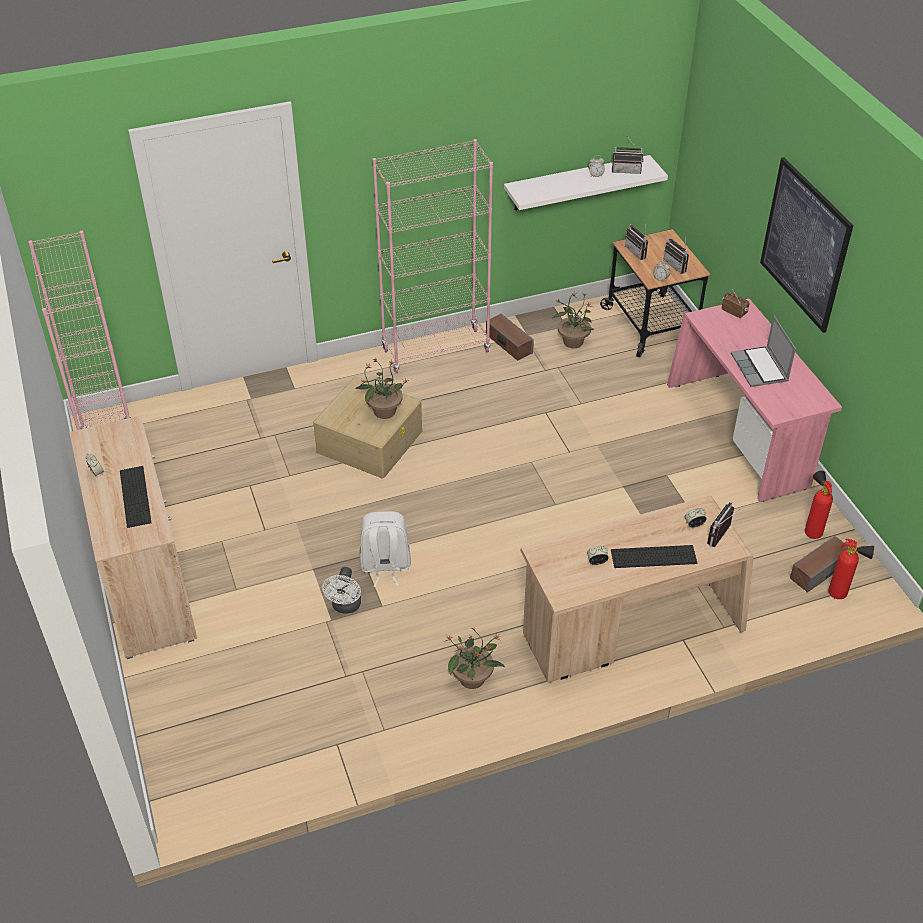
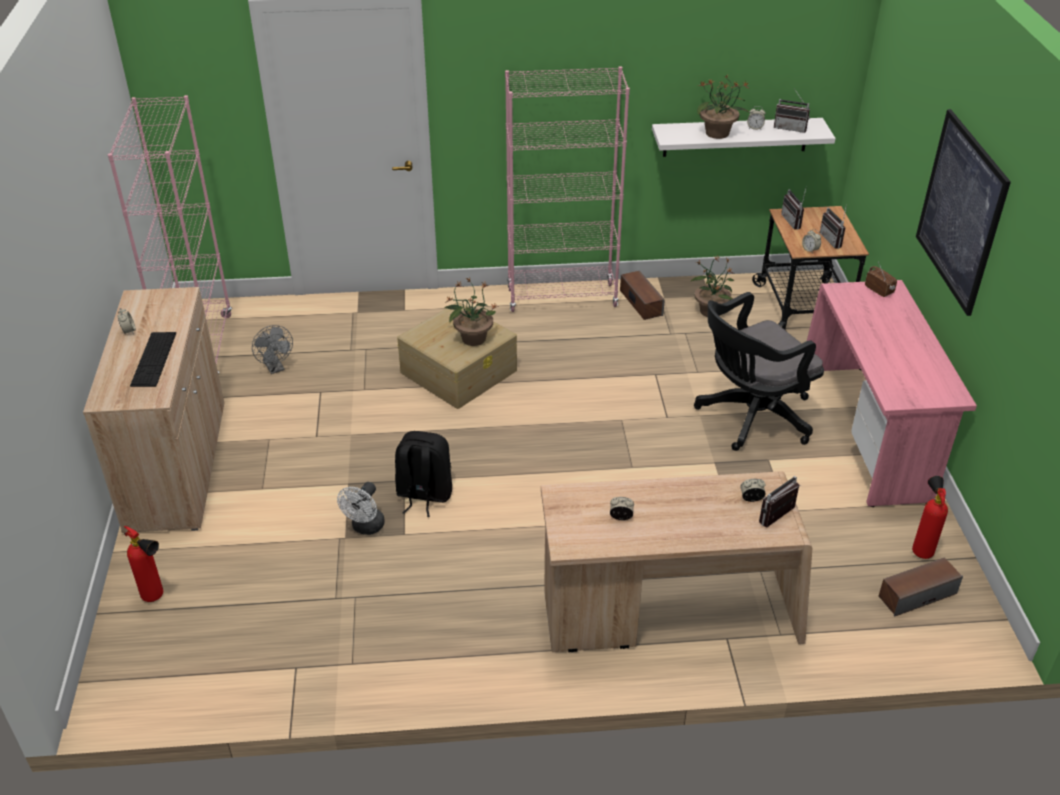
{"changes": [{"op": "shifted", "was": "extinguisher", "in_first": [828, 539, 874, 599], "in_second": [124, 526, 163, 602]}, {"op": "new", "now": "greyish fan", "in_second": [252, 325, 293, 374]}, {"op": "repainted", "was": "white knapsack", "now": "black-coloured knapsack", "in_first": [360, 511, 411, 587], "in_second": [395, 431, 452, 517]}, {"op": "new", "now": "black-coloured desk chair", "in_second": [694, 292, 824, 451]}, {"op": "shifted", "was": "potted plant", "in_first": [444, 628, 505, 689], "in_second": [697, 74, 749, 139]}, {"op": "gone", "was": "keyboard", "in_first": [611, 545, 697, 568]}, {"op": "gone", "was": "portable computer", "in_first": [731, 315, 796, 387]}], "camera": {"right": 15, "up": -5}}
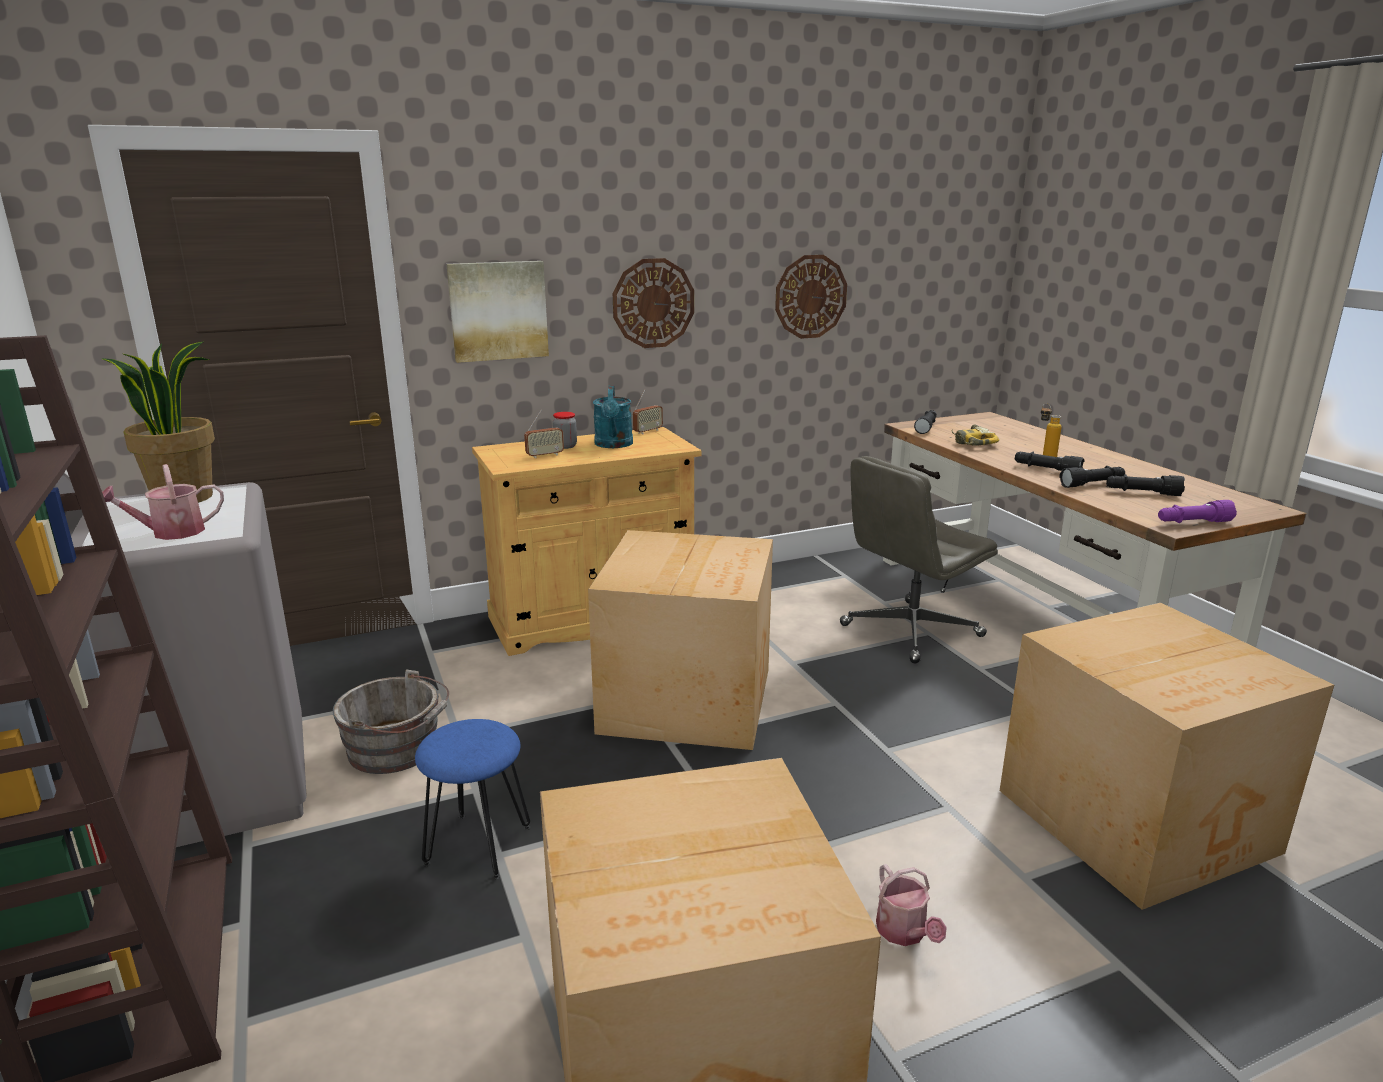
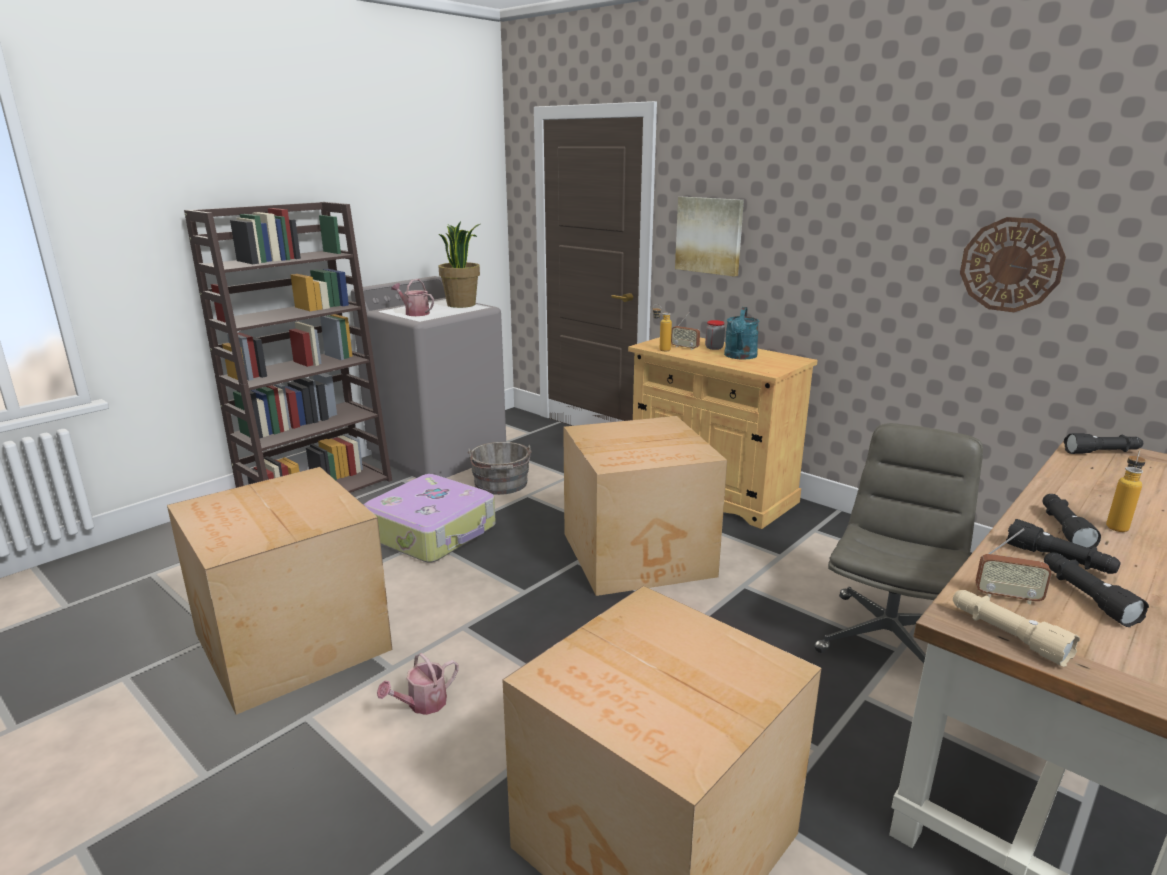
{"changes": [{"op": "swapped", "was": "bluish stool seat", "now": "travel case", "in_first": [415, 719, 530, 879], "in_second": [363, 474, 496, 563]}, {"op": "new", "now": "bottle", "in_second": [653, 304, 672, 351]}, {"op": "rotated", "was": "blue-green sprinkling can", "in_first": [593, 385, 633, 448], "in_second": [724, 307, 759, 360], "clockwise": -45}, {"op": "rotated", "was": "greyish desk chair", "in_first": [840, 456, 998, 663], "in_second": [815, 423, 983, 663], "clockwise": 90}, {"op": "repainted", "was": "purple-coloured hand torch", "now": "sand-coloured hand torch", "in_first": [1158, 500, 1237, 523], "in_second": [953, 590, 1080, 667]}, {"op": "shifted", "was": "radio set", "in_first": [633, 389, 663, 434], "in_second": [975, 529, 1052, 605]}, {"op": "gone", "was": "wall clock", "in_first": [613, 258, 694, 348]}, {"op": "gone", "was": "power drill", "in_first": [952, 425, 999, 446]}], "camera": {"right": 65, "up": 0}}
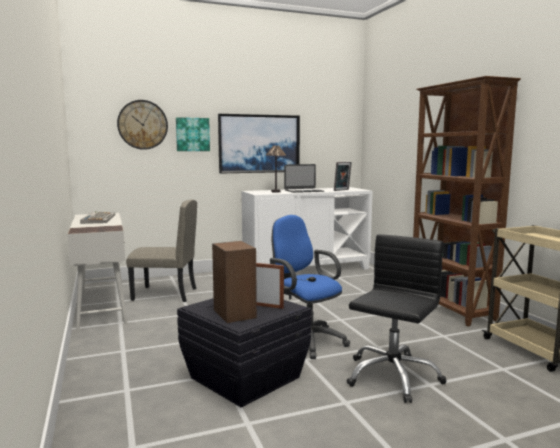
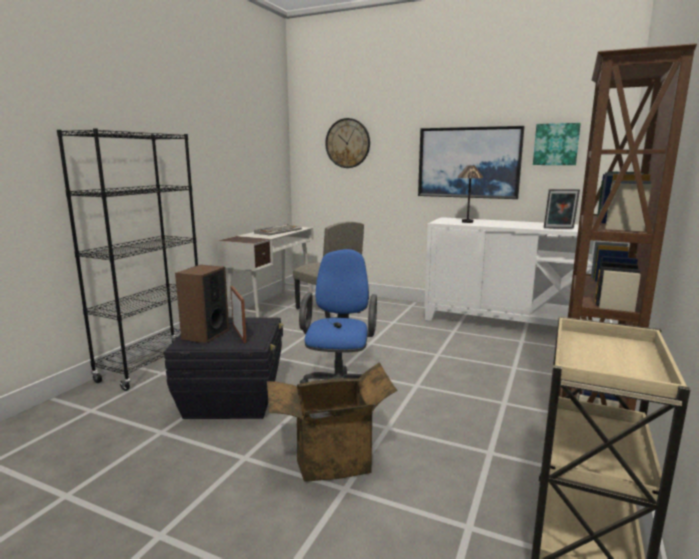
{"changes": [{"op": "new", "now": "black-coloured bookshelf", "in_second": [57, 128, 198, 391]}, {"op": "swapped", "was": "black-coloured desk chair", "now": "carton", "in_first": [347, 234, 446, 403], "in_second": [267, 362, 397, 482]}, {"op": "shifted", "was": "wall picture", "in_first": [176, 117, 210, 151], "in_second": [533, 123, 581, 165]}, {"op": "gone", "was": "portable computer", "in_first": [284, 164, 324, 193]}], "camera": {"right": 45, "up": 5}}
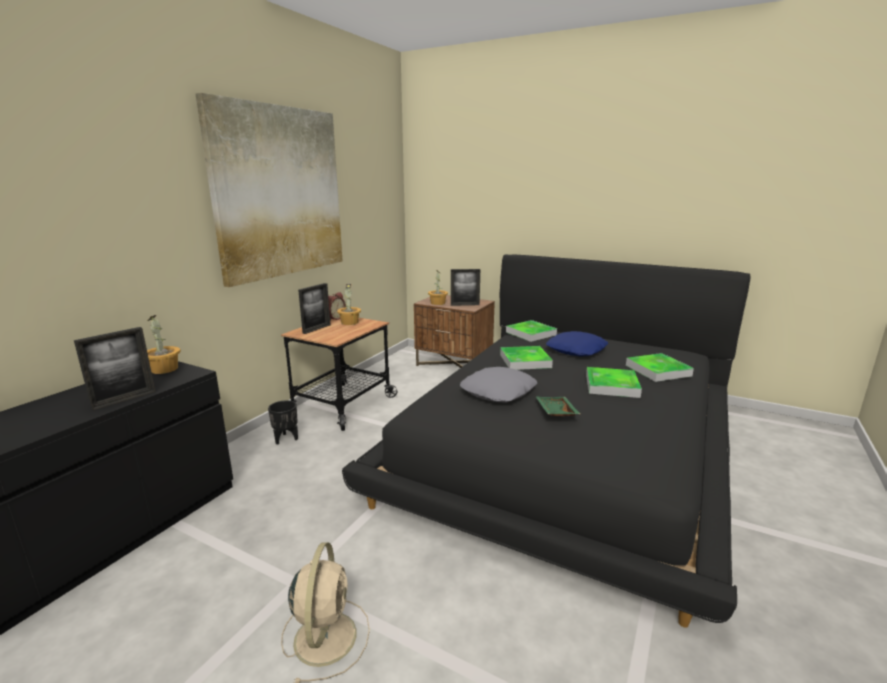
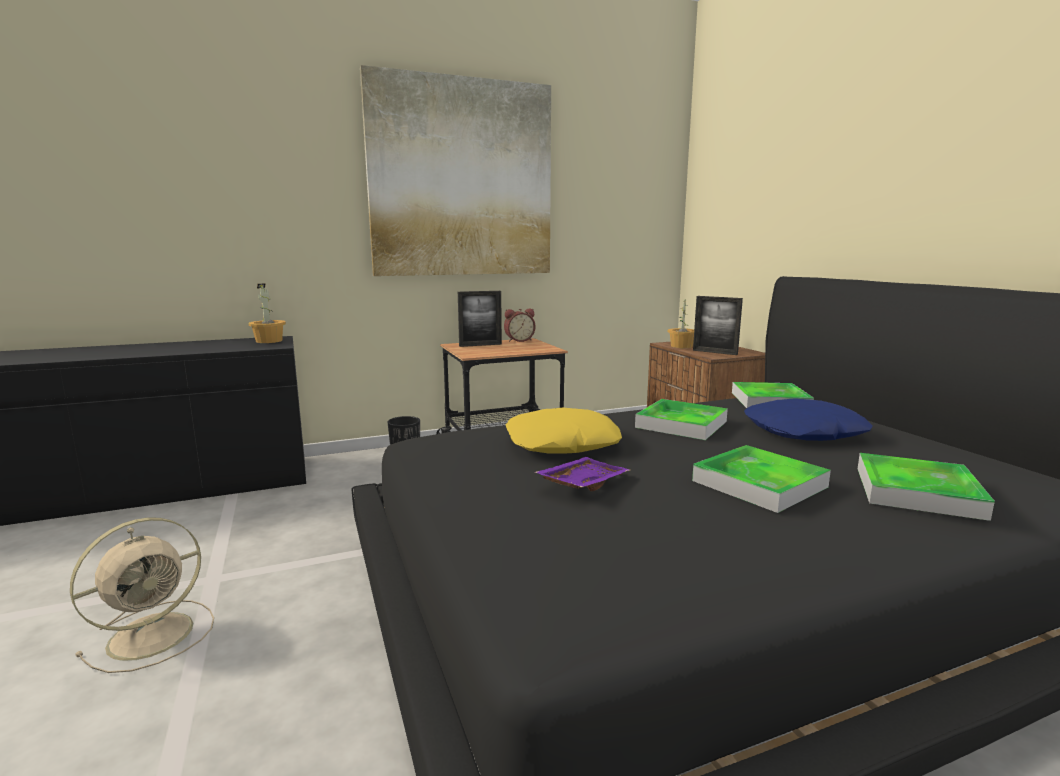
{"changes": [{"op": "repainted", "was": "greyish throw pillow", "now": "yellow throw pillow", "in_first": [460, 367, 537, 403], "in_second": [506, 407, 622, 454]}, {"op": "repainted", "was": "green-coloured tray", "now": "purple-coloured tray", "in_first": [536, 396, 580, 416], "in_second": [534, 457, 630, 491]}, {"op": "gone", "was": "standing frame", "in_first": [74, 327, 155, 410]}, {"op": "gone", "was": "potted plant", "in_first": [337, 284, 361, 325]}], "camera": {"right": 40, "up": -5}}
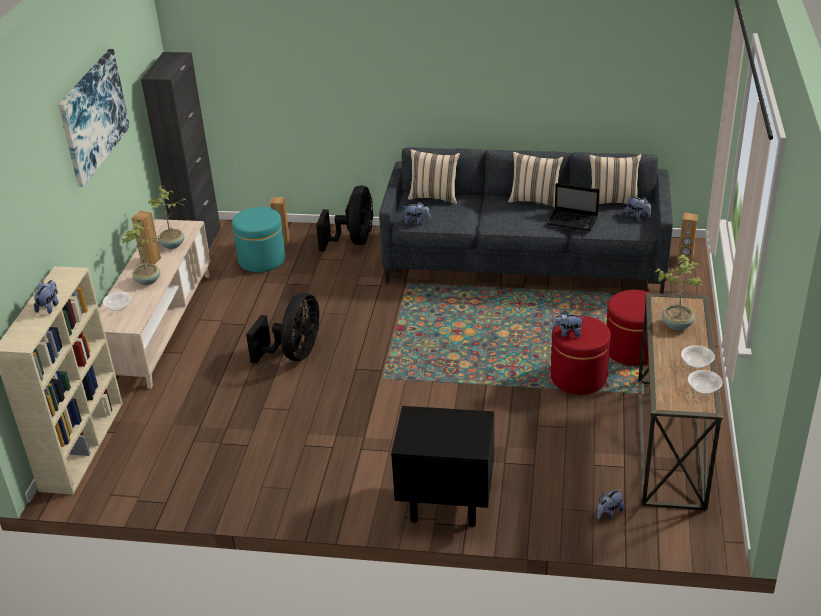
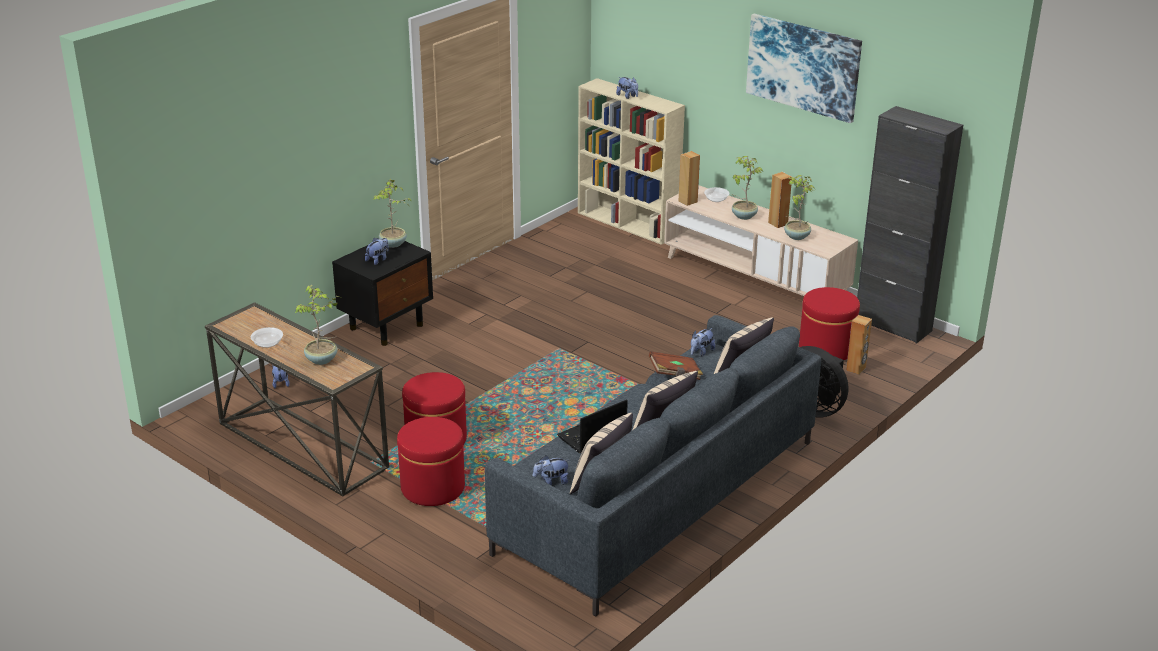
{"changes": [{"op": "shifted", "was": "cuddly toy", "in_first": [552, 311, 583, 337], "in_second": [365, 238, 389, 265]}, {"op": "new", "now": "potted plant", "in_second": [373, 179, 412, 248]}, {"op": "new", "now": "brown bound book", "in_second": [649, 351, 703, 380]}, {"op": "shifted", "was": "brown loudspeaker", "in_first": [678, 213, 698, 263], "in_second": [678, 151, 700, 206]}, {"op": "repainted", "was": "blue-green ottoman", "now": "red ottoman", "in_first": [232, 207, 286, 272], "in_second": [799, 287, 860, 360]}, {"op": "gone", "was": "black-coloured fan", "in_first": [246, 293, 319, 364]}, {"op": "gone", "was": "deep dish", "in_first": [688, 370, 723, 394]}], "camera": {"right": 120, "up": -5}}
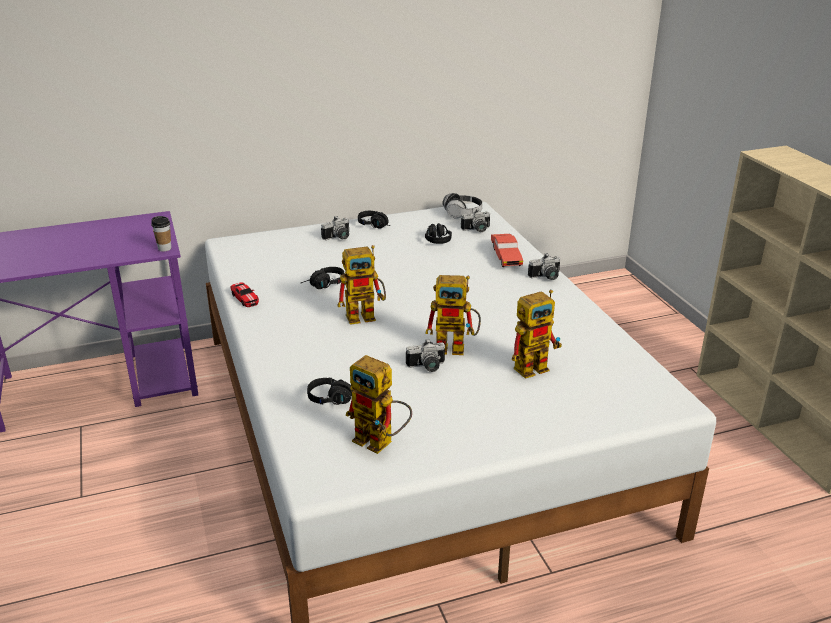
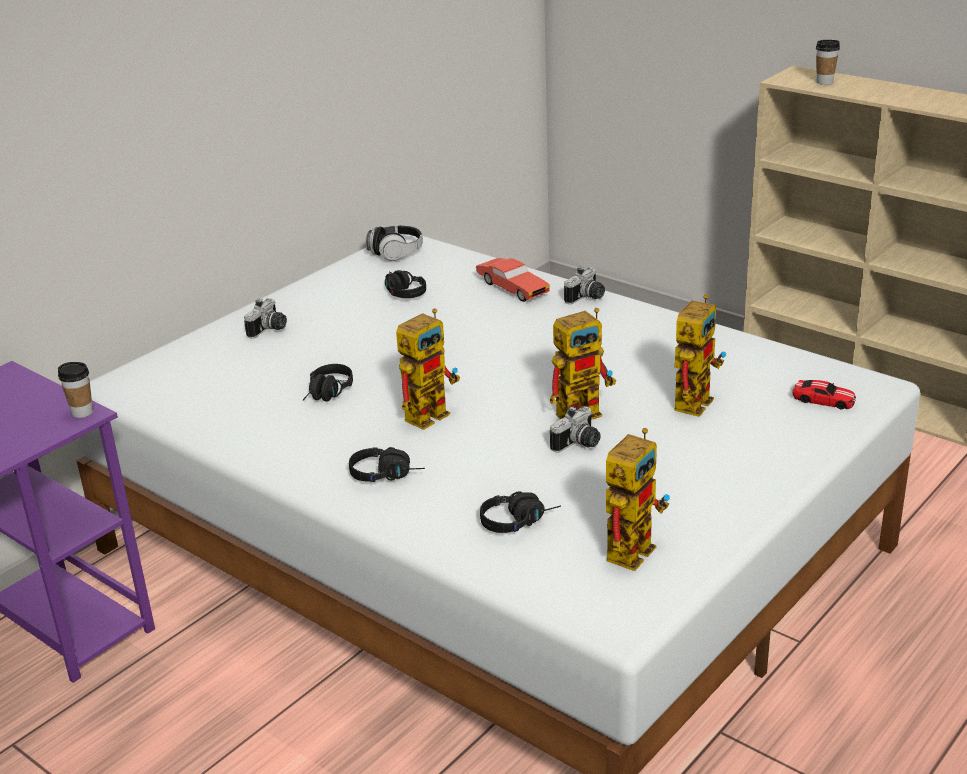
{"changes": [{"op": "shifted", "was": "black-coloured pair of headphones", "in_first": [358, 211, 390, 229], "in_second": [349, 447, 425, 482]}, {"op": "rotated", "was": "toy robot", "in_first": [345, 355, 412, 454], "in_second": [606, 428, 670, 571], "clockwise": -60}, {"op": "shifted", "was": "model car", "in_first": [231, 282, 259, 307], "in_second": [792, 380, 856, 409]}, {"op": "new", "now": "small cup", "in_second": [816, 40, 840, 85]}, {"op": "gone", "was": "still camera", "in_first": [461, 209, 490, 232]}], "camera": {"right": -30, "up": 0}}
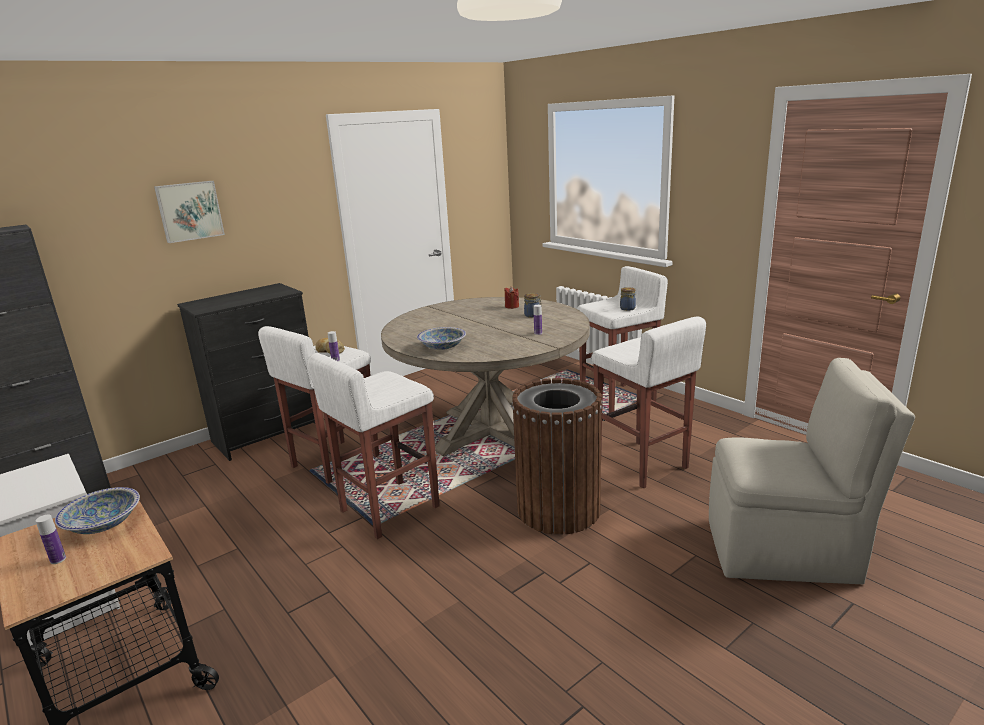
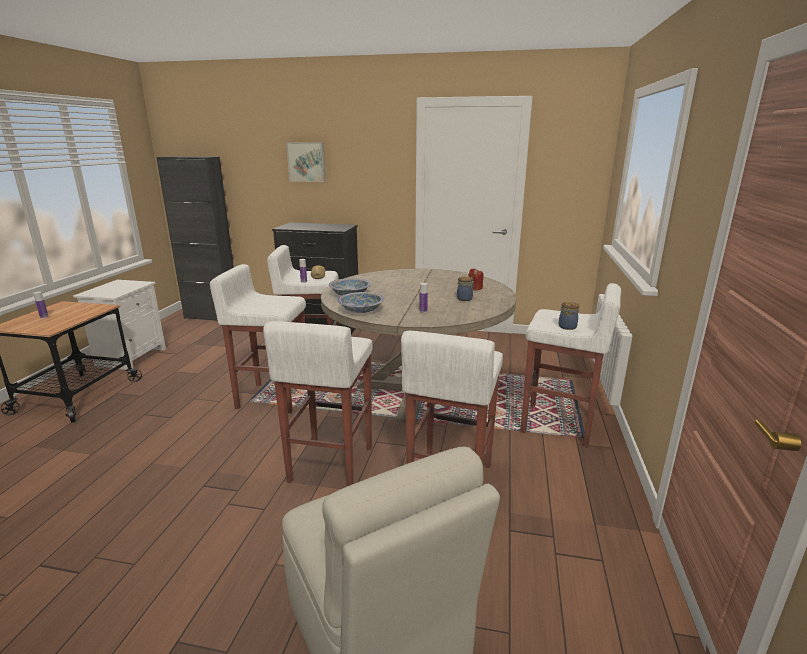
{"changes": [{"op": "swapped", "was": "brown rubbish bin", "now": "white stool seat", "in_first": [512, 378, 602, 535], "in_second": [263, 321, 373, 486]}, {"op": "shifted", "was": "deep dish", "in_first": [55, 487, 140, 534], "in_second": [338, 292, 384, 313]}], "camera": {"right": 50, "up": 0}}
